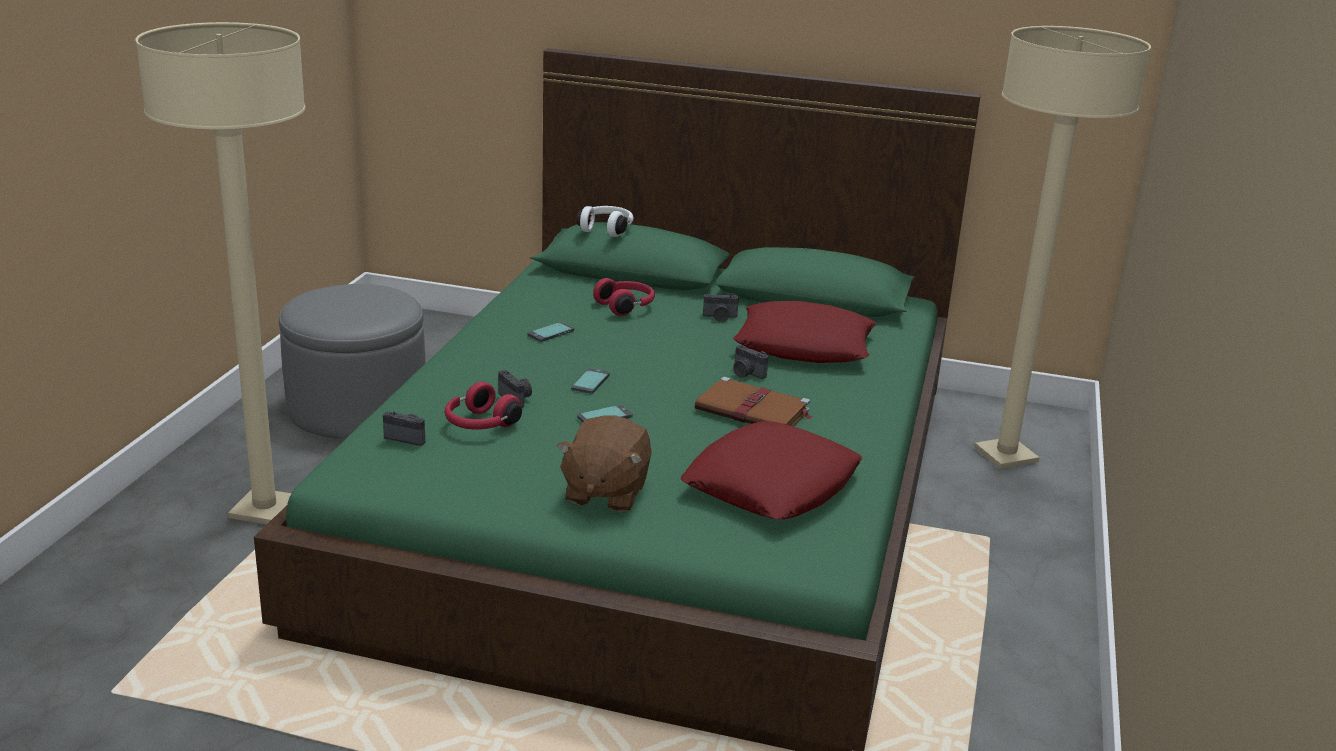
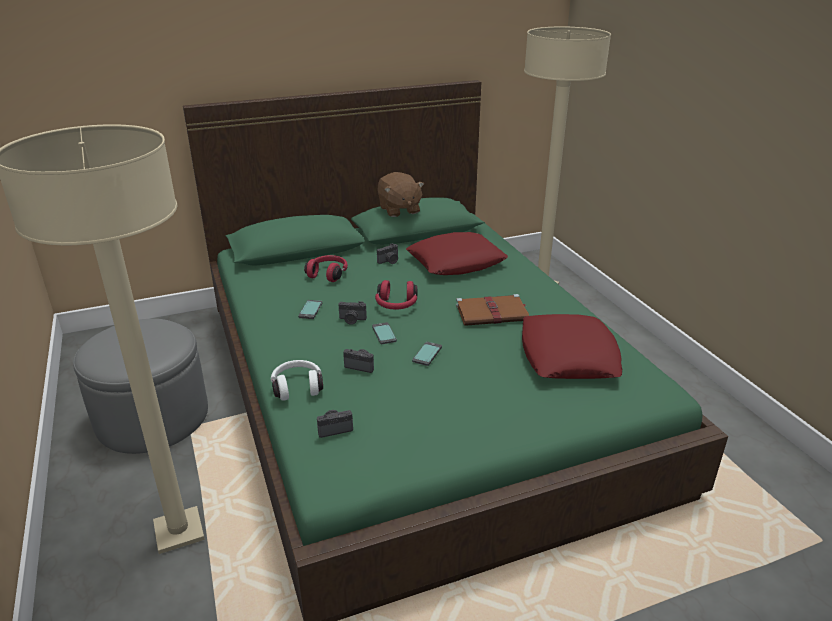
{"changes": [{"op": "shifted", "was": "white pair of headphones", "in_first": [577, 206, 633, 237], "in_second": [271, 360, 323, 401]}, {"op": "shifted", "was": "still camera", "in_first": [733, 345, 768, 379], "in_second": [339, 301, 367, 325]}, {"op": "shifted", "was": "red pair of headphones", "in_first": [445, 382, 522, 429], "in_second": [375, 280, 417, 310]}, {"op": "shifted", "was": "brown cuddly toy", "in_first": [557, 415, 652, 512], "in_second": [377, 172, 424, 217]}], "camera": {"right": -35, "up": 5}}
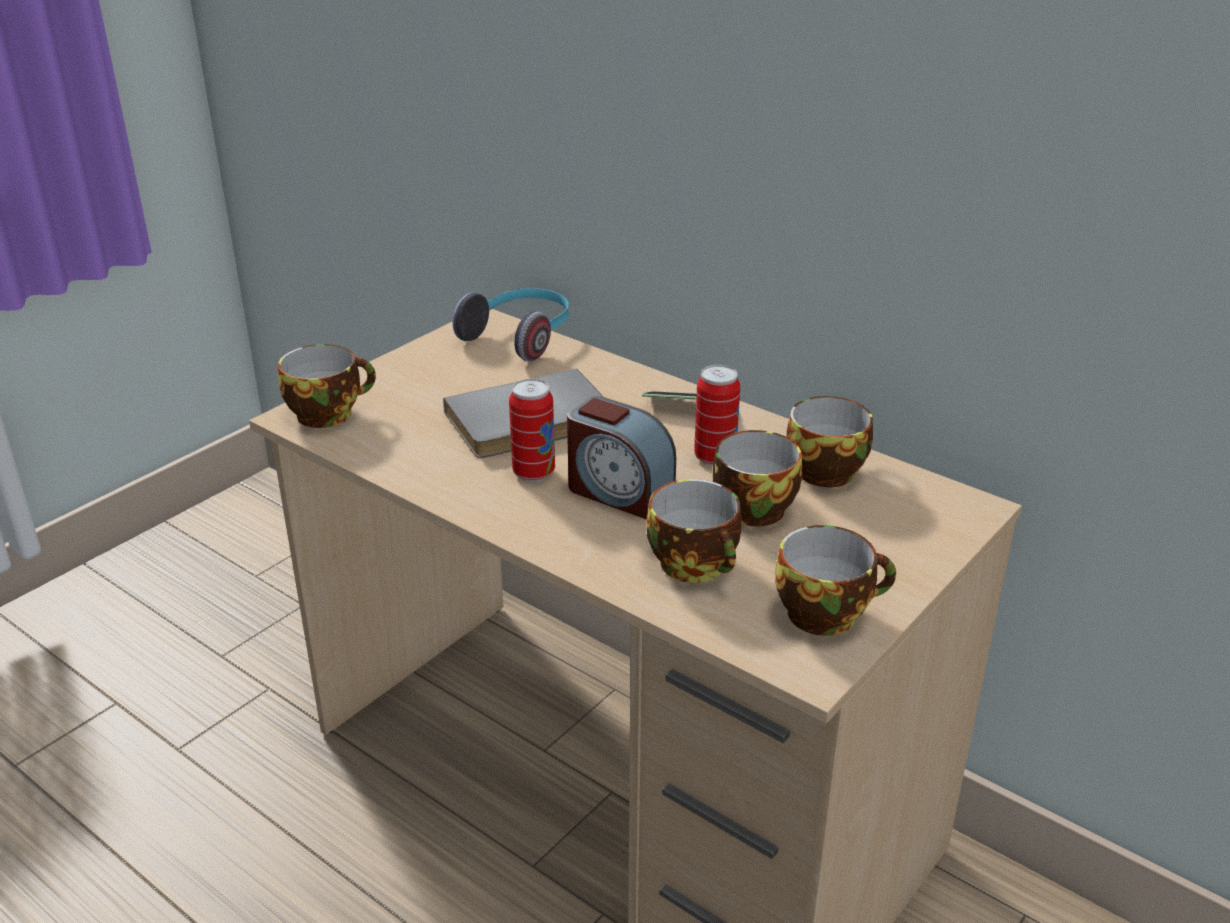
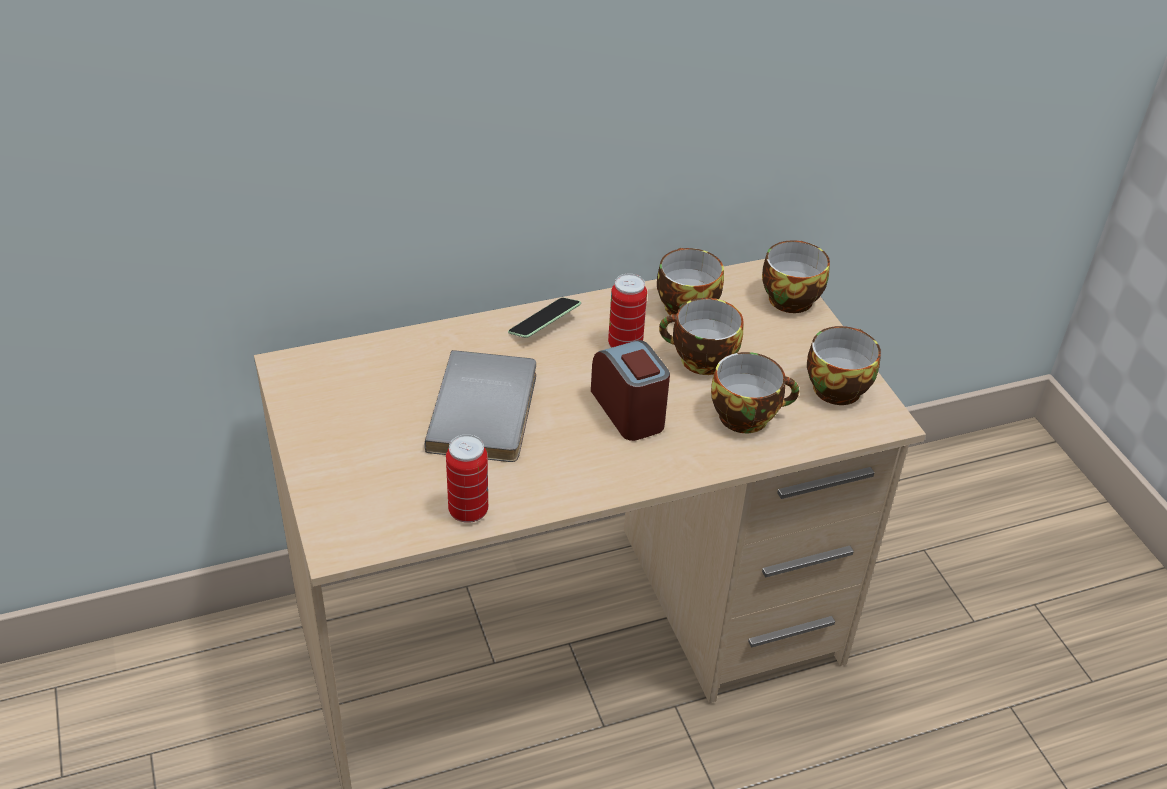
{"changes": [{"op": "shifted", "was": "metal can", "in_first": [509, 379, 555, 482], "in_second": [446, 434, 488, 523]}, {"op": "rotated", "was": "alarm clock", "in_first": [567, 396, 676, 520], "in_second": [591, 340, 670, 441], "clockwise": -90}, {"op": "shifted", "was": "small cup", "in_first": [278, 344, 376, 428], "in_second": [762, 240, 830, 313]}, {"op": "gone", "was": "pair of headphones", "in_first": [452, 288, 569, 361]}], "camera": {"right": -60, "up": 10}}
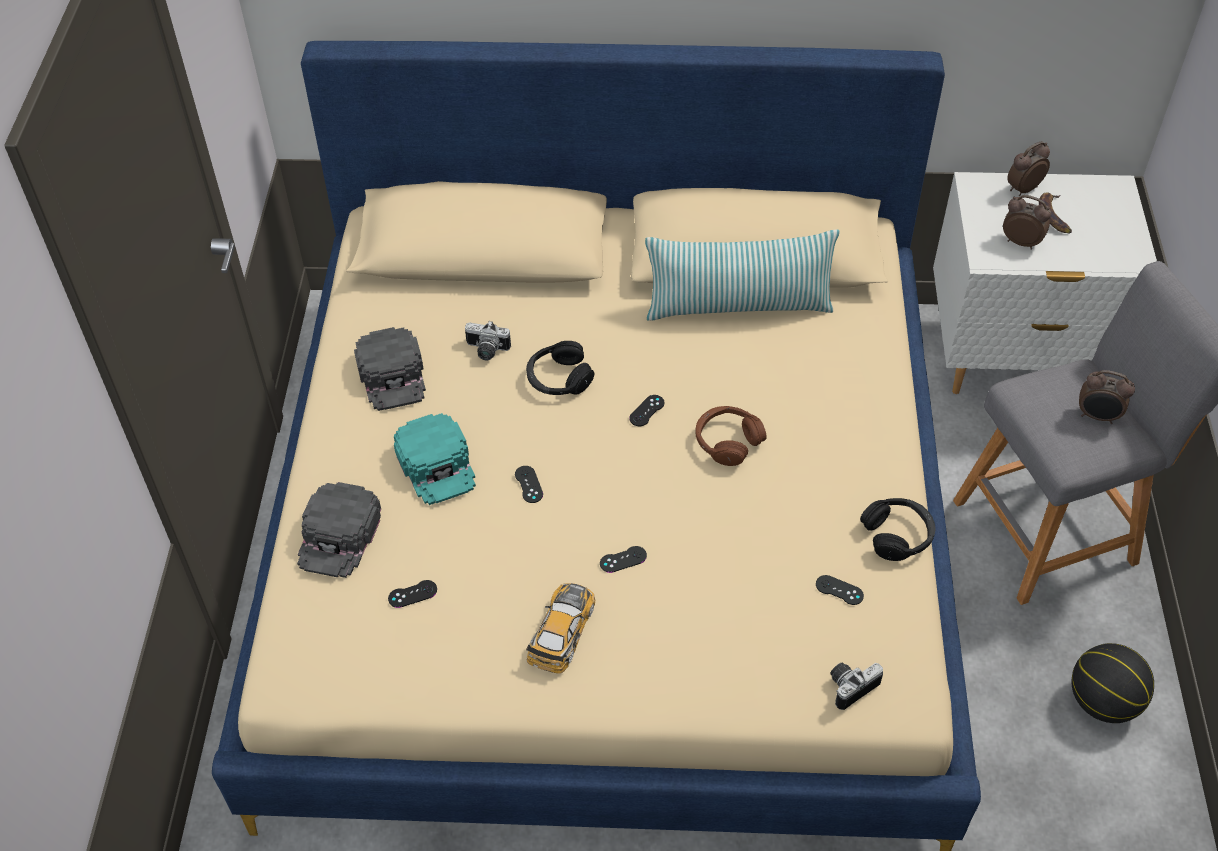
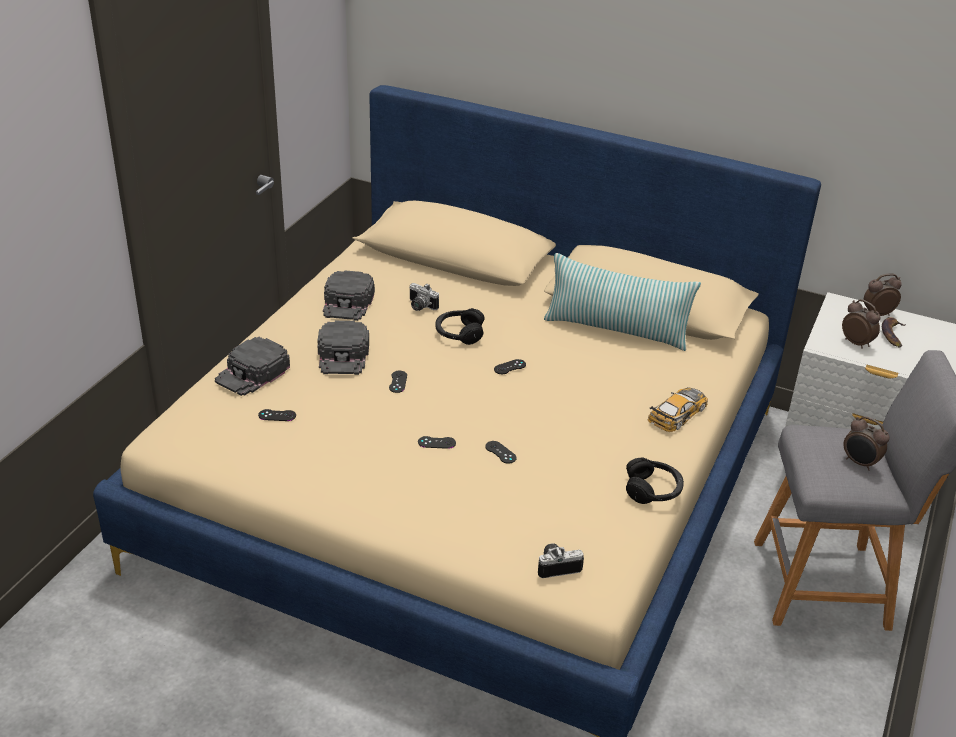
{"changes": [{"op": "repainted", "was": "blue-green baseball cap", "now": "black-coloured baseball cap", "in_first": [394, 413, 476, 505], "in_second": [317, 321, 369, 375]}, {"op": "shifted", "was": "black-coloured game controller", "in_first": [816, 575, 864, 605], "in_second": [485, 441, 517, 464]}, {"op": "shifted", "was": "model car", "in_first": [526, 583, 596, 674], "in_second": [648, 387, 708, 432]}, {"op": "gone", "was": "brown pair of headphones", "in_first": [696, 406, 767, 466]}, {"op": "gone", "was": "basketball", "in_first": [1072, 643, 1154, 723]}], "camera": {"right": 20, "up": -15}}
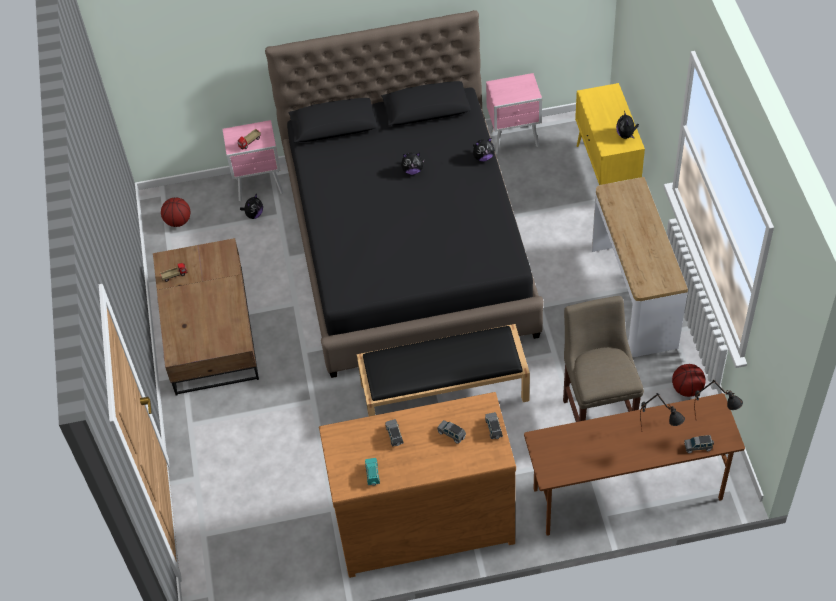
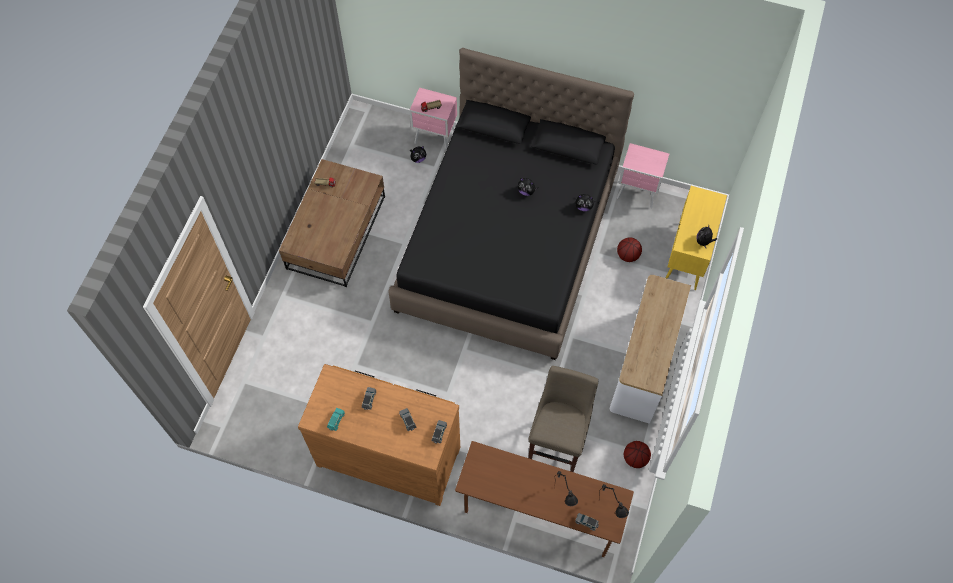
{"changes": [{"op": "shifted", "was": "basketball", "in_first": [161, 198, 191, 227], "in_second": [617, 237, 642, 262]}, {"op": "gone", "was": "black-coloured long seat", "in_first": [356, 324, 530, 417]}], "camera": {"right": 25, "up": 10}}
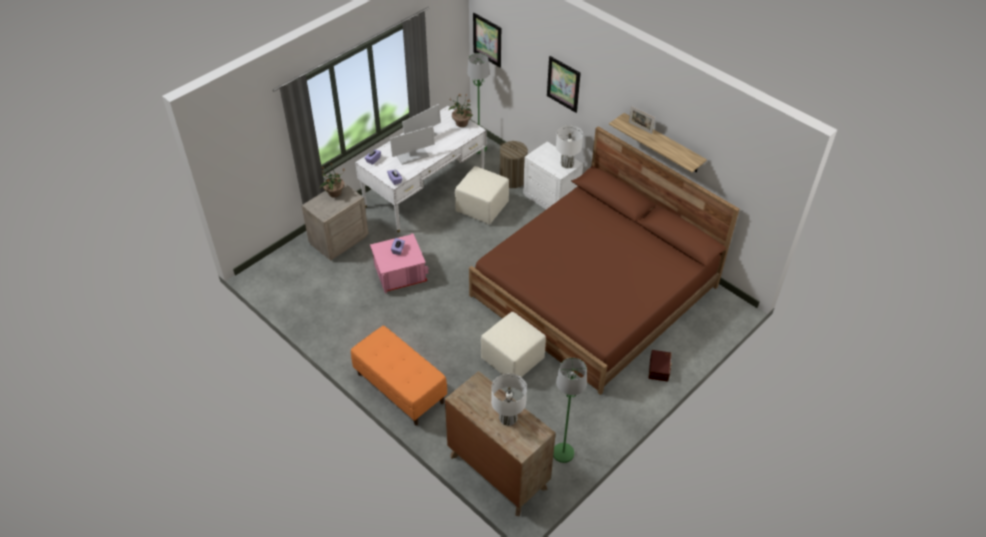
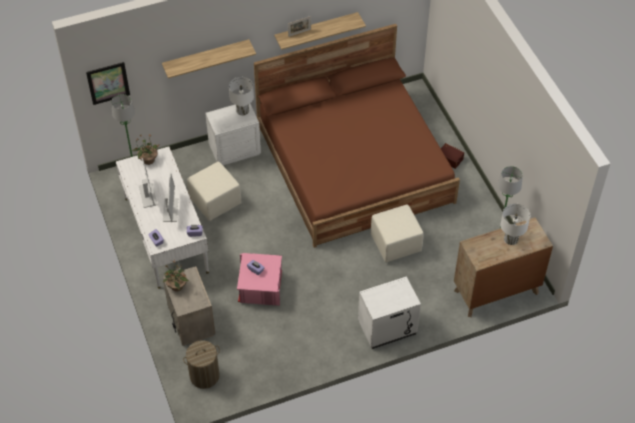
{"changes": [{"op": "swapped", "was": "wall picture", "now": "wall shelf", "in_first": [547, 56, 581, 113], "in_second": [162, 39, 256, 78]}, {"op": "shifted", "was": "washing basket", "in_first": [500, 141, 528, 188], "in_second": [183, 340, 220, 389]}, {"op": "swapped", "was": "orange-coloured long seat", "now": "white bedside table", "in_first": [351, 326, 447, 426], "in_second": [358, 276, 421, 349]}], "camera": {"right": -65, "up": 5}}
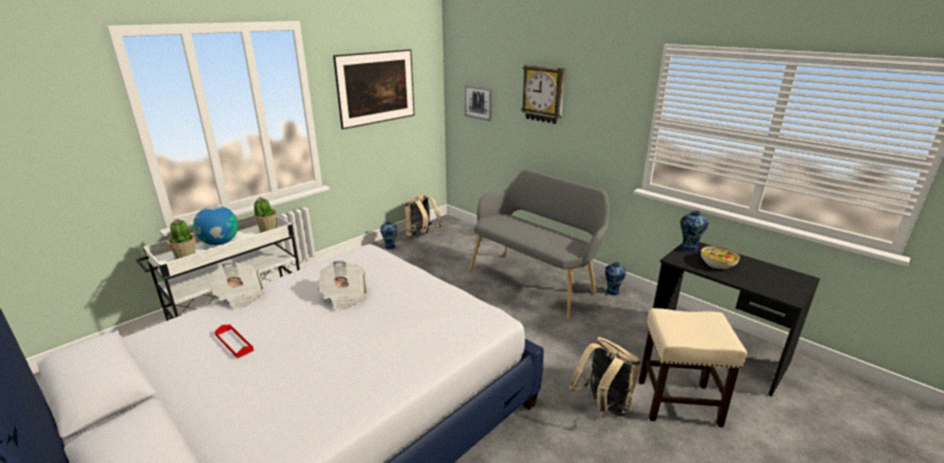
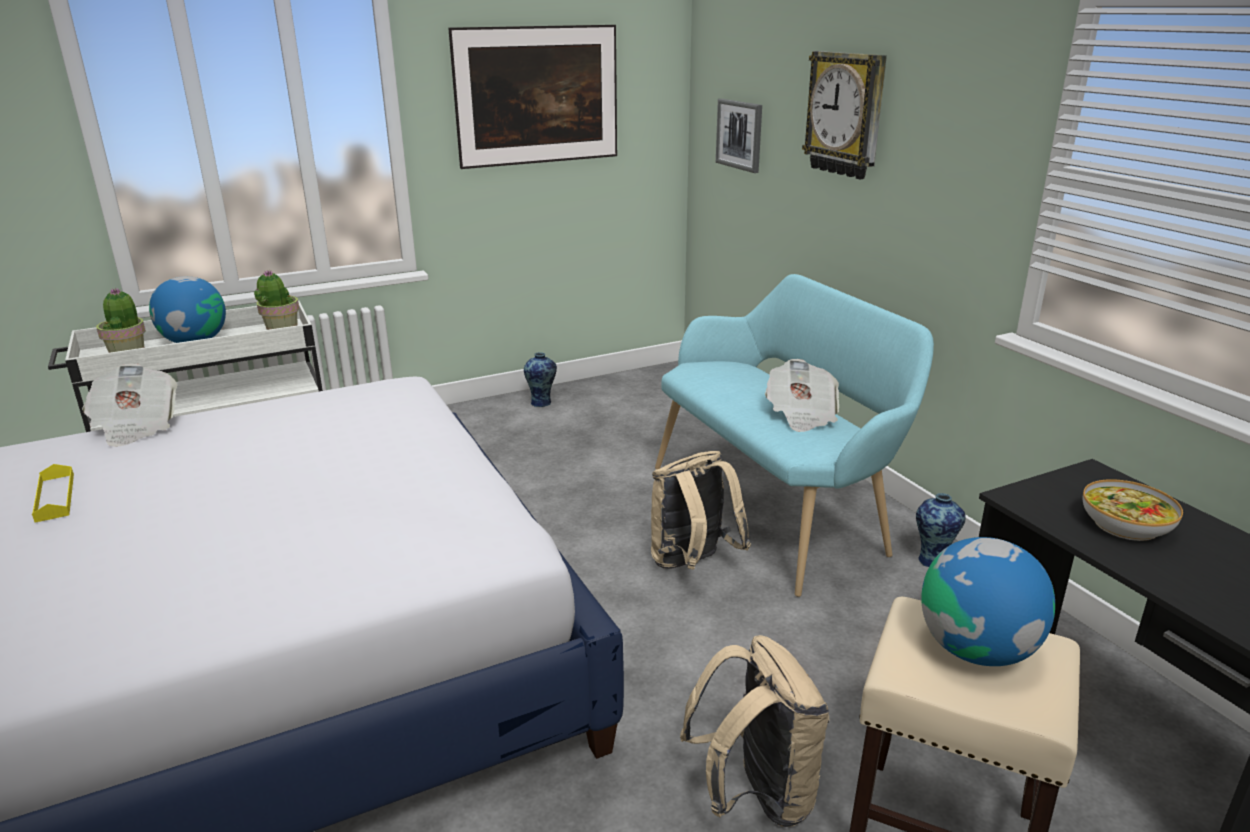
{"changes": [{"op": "repainted", "was": "red tray", "now": "yellow tray", "in_first": [215, 325, 254, 358], "in_second": [32, 464, 74, 523]}, {"op": "shifted", "was": "sand-coloured knapsack", "in_first": [405, 194, 442, 238], "in_second": [651, 451, 751, 570]}, {"op": "repainted", "was": "greyish long seat", "now": "blue-green long seat", "in_first": [469, 170, 609, 319], "in_second": [655, 274, 934, 597]}, {"op": "shifted", "was": "newspaper", "in_first": [317, 260, 367, 311], "in_second": [765, 359, 839, 432]}, {"op": "new", "now": "desk globe", "in_second": [921, 537, 1055, 666]}, {"op": "gone", "was": "flower vase", "in_first": [680, 210, 708, 252]}], "camera": {"right": 20, "up": 0}}
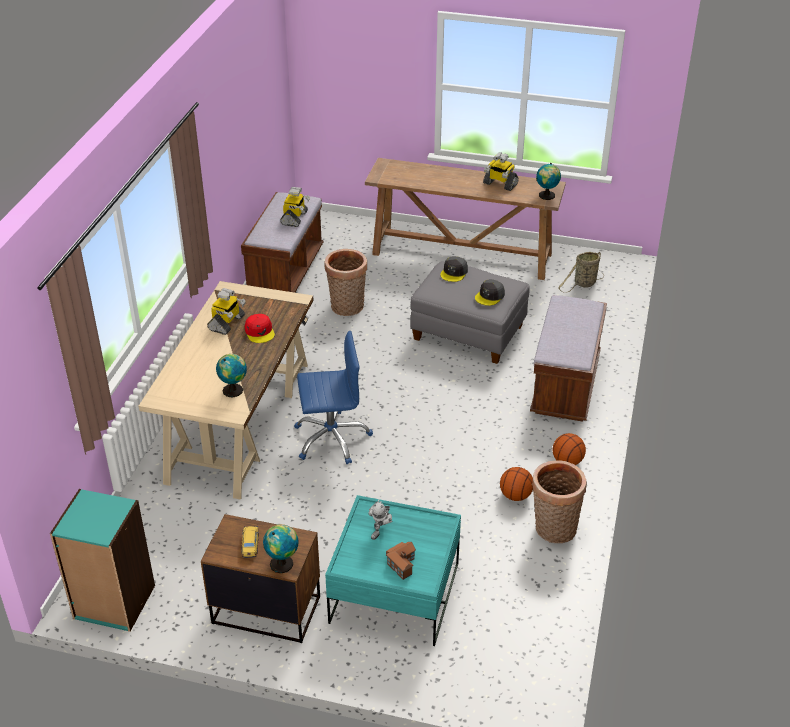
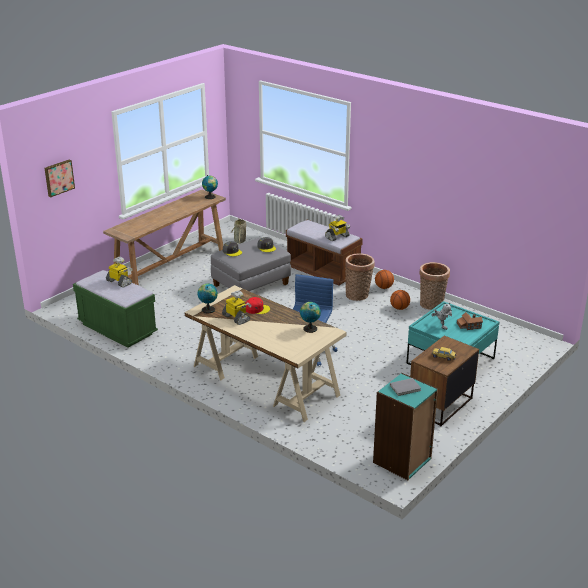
{"changes": [{"op": "new", "now": "wall picture", "in_second": [45, 160, 75, 197]}, {"op": "repainted", "was": "brown long seat", "now": "green-coloured long seat", "in_first": [241, 192, 324, 293], "in_second": [73, 270, 158, 348]}, {"op": "shifted", "was": "desk globe", "in_first": [263, 524, 298, 573], "in_second": [197, 283, 218, 313]}, {"op": "shifted", "was": "toy robot", "in_first": [483, 152, 519, 191], "in_second": [325, 215, 350, 241]}, {"op": "shifted", "was": "storage basket", "in_first": [325, 249, 367, 316], "in_second": [345, 254, 375, 301]}, {"op": "new", "now": "greyish bound book", "in_second": [390, 378, 421, 396]}], "camera": {"right": -65, "up": -10}}
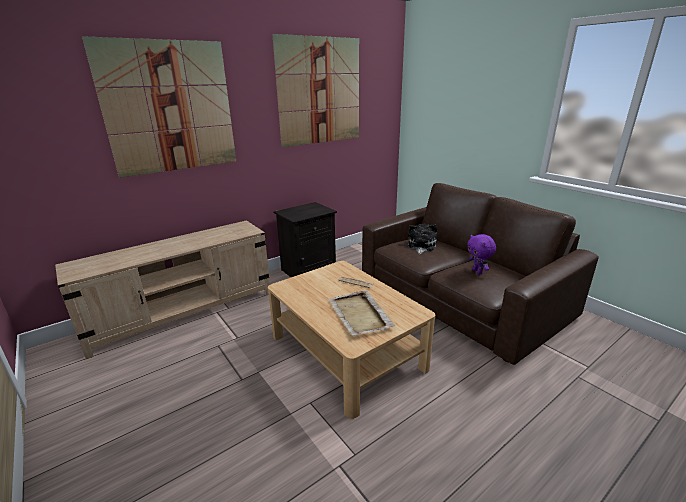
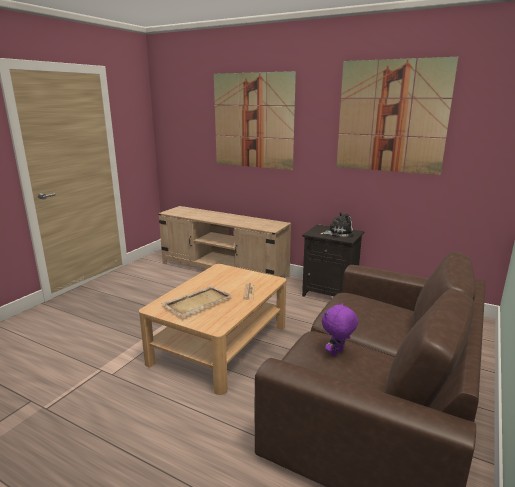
{"changes": [{"op": "shifted", "was": "cuddly toy", "in_first": [408, 224, 437, 255], "in_second": [320, 212, 354, 237]}], "camera": {"right": 65, "up": -5}}
